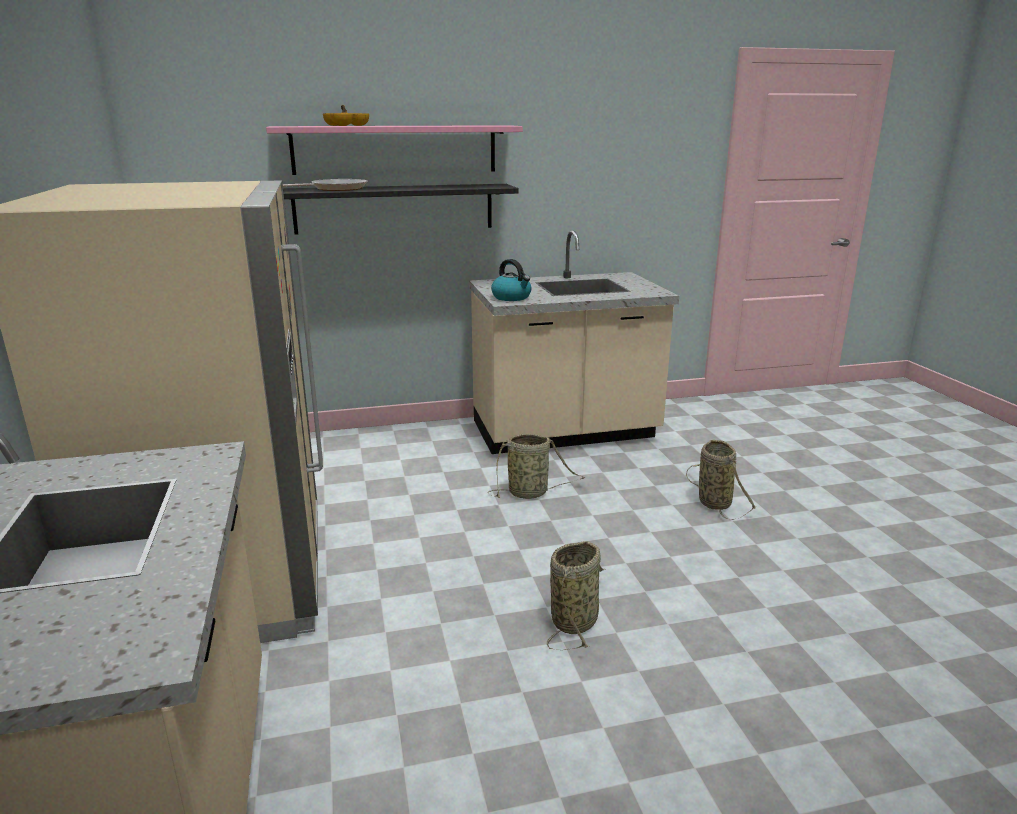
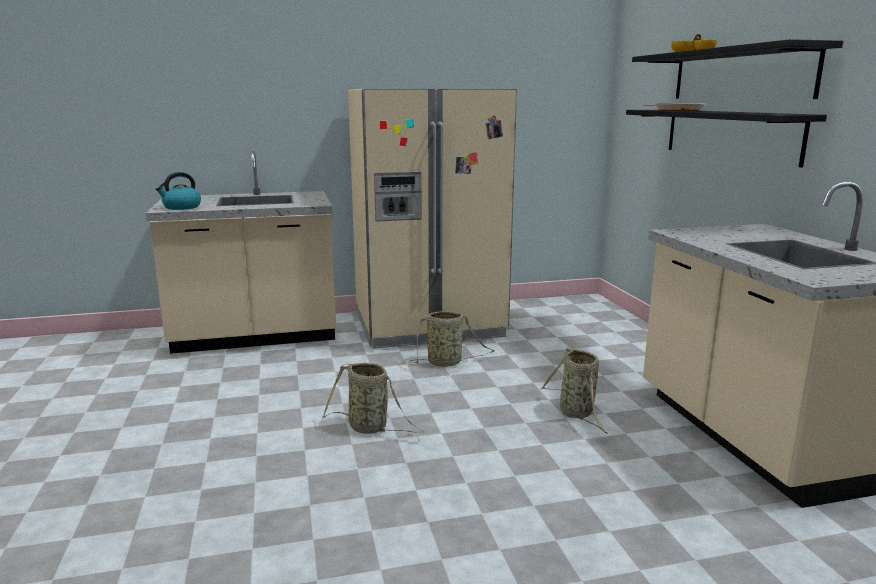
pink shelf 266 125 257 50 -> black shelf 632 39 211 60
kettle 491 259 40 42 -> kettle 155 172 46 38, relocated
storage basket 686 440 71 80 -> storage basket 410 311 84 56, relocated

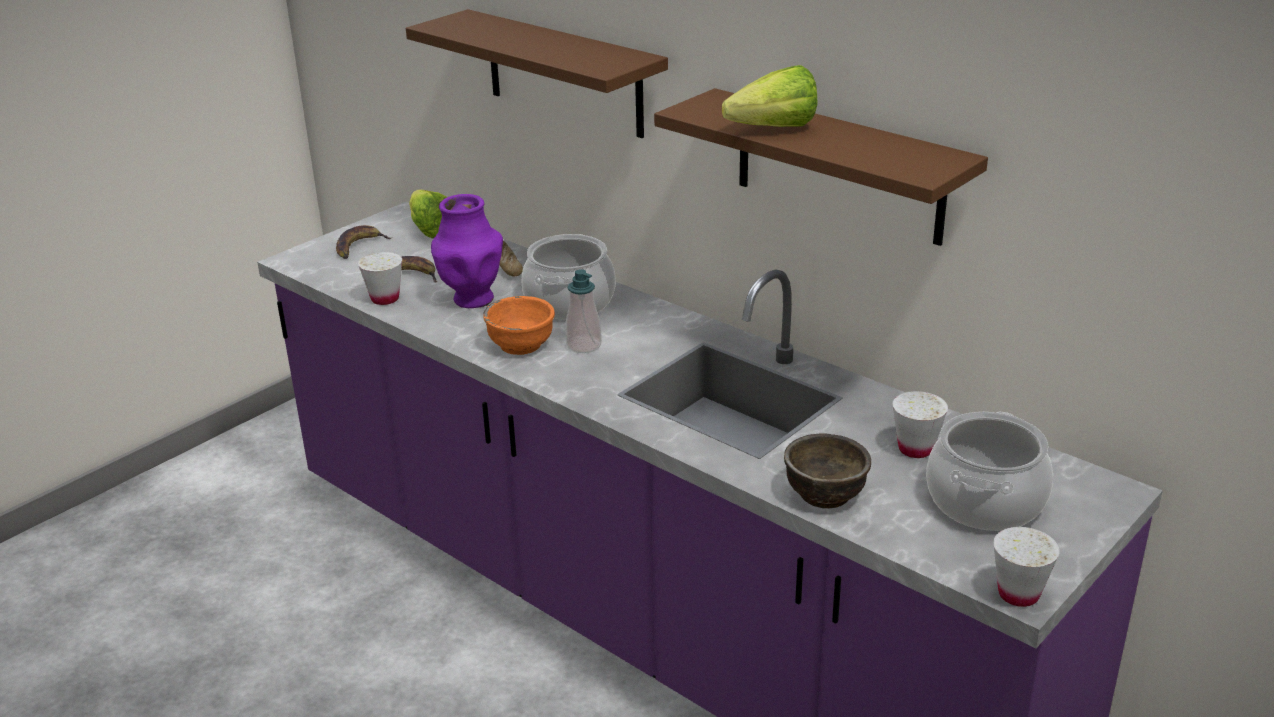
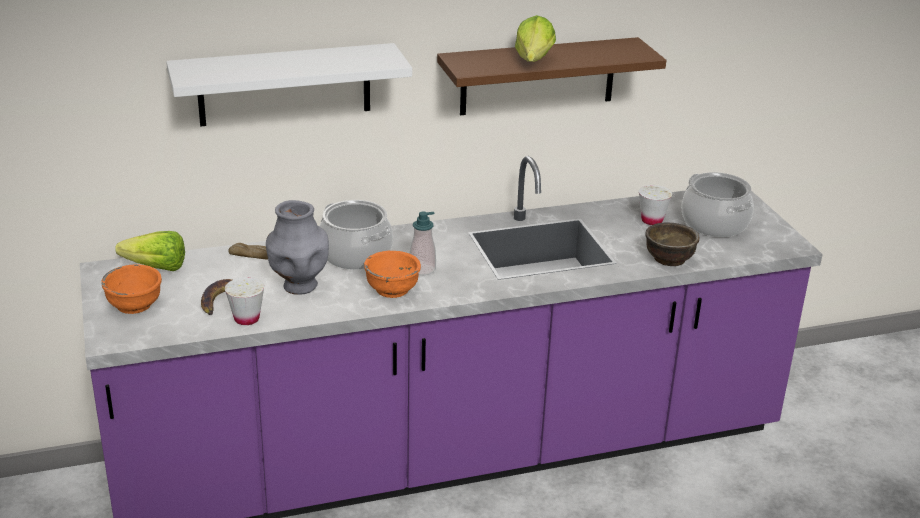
brown-coloured shelf 406 9 262 129 -> white shelf 166 43 246 84
purple flower vase 431 194 72 114 -> gray flower vase 266 200 63 95
whole banana 336 225 55 34 -> orange-coloured bowl 101 264 61 50
white small cup 993 527 67 80 -> none

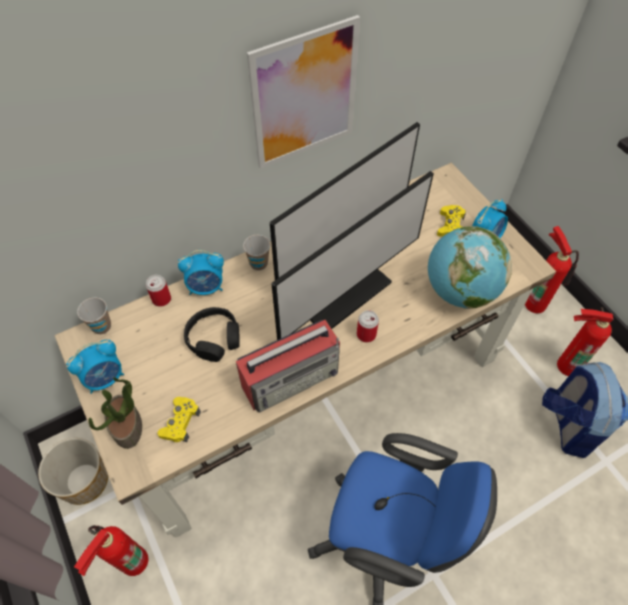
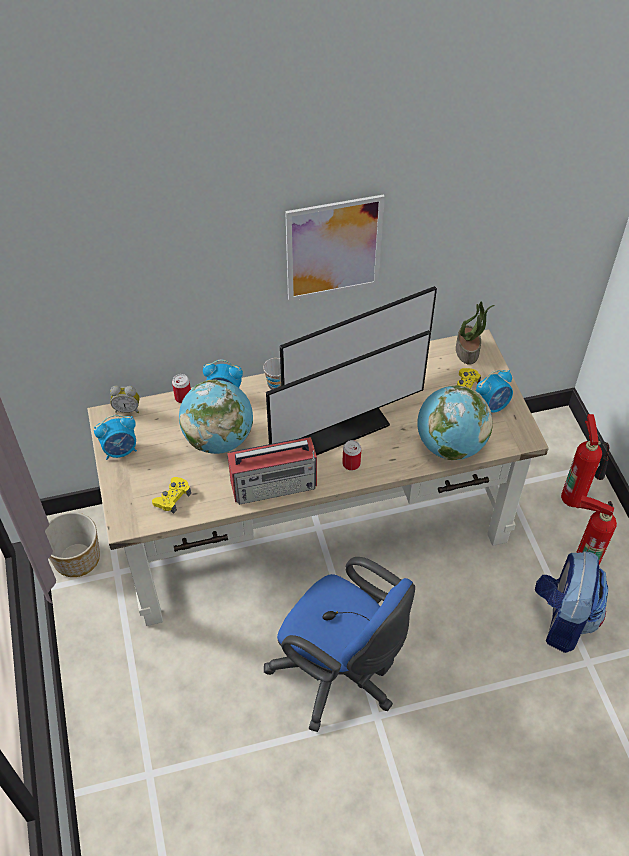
small cup 77 297 34 37 -> alarm clock 110 386 30 27
black headphones 184 307 56 55 -> world globe 179 380 74 74
plant in a pot 89 377 53 72 -> plant in a pot 456 301 38 64, relocated
extinguisher 74 525 74 51 -> none

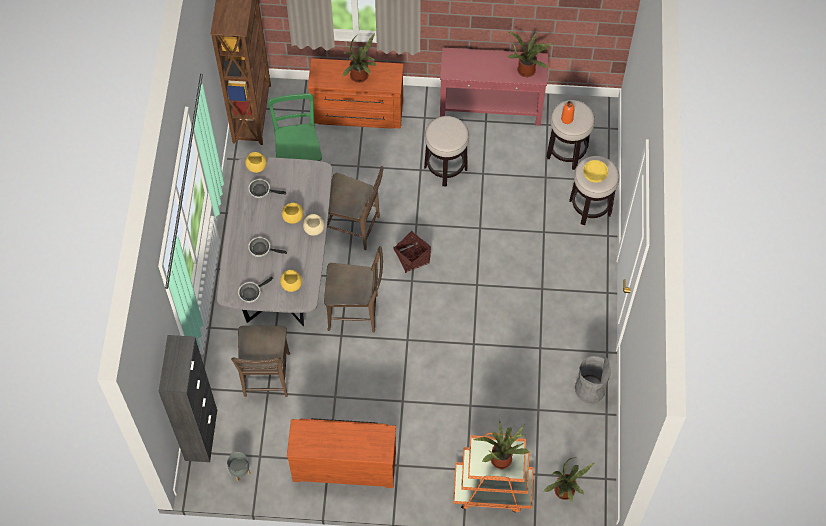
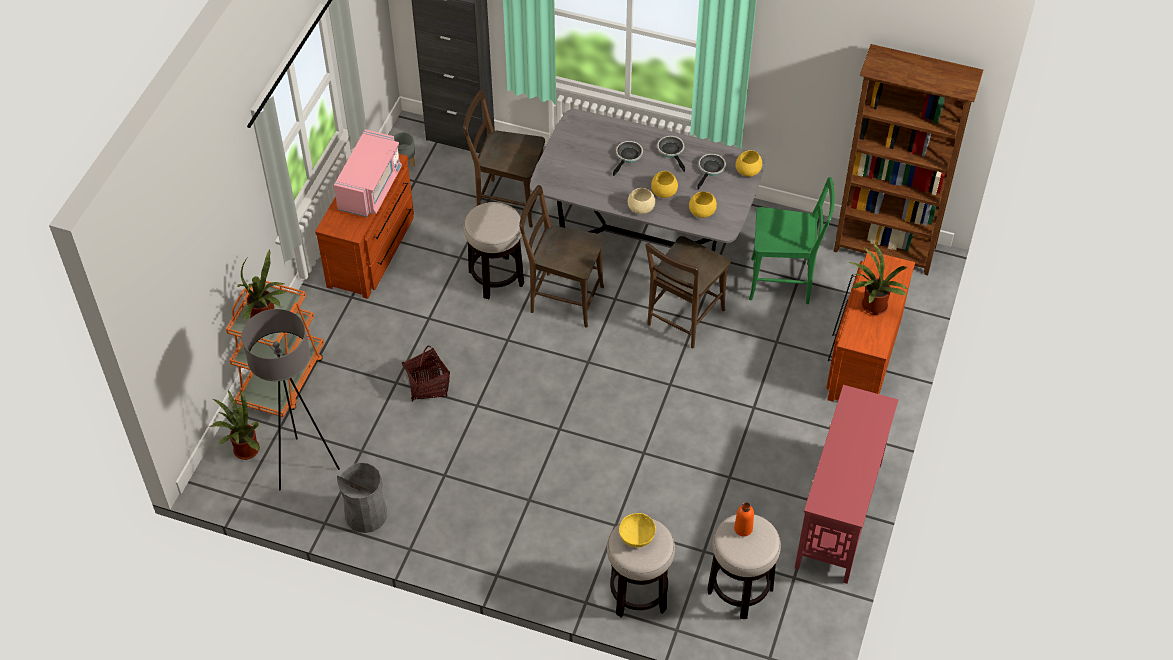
plant in a pot 507 31 46 46 -> none
stool seat 424 116 45 70 -> stool seat 464 202 60 97, relocated
storage basket 393 230 38 43 -> storage basket 402 346 48 56, relocated
brown-coloured upright chair 324 246 59 86 -> brown-coloured upright chair 519 185 86 142, 90 degrees clockwise
yellowish bowl 280 270 22 22 -> yellowish bowl 689 192 28 26, relocated
pan 238 277 35 25 -> pan 657 136 28 36, relocated
none -> pink microwave 334 129 68 88
none -> gray standard lamp 242 309 98 181

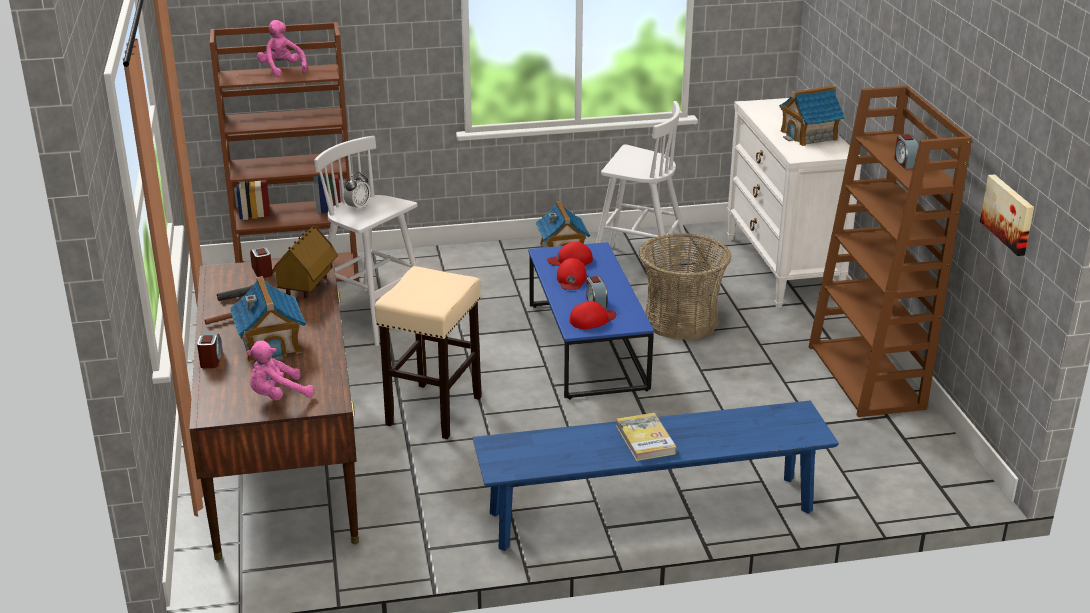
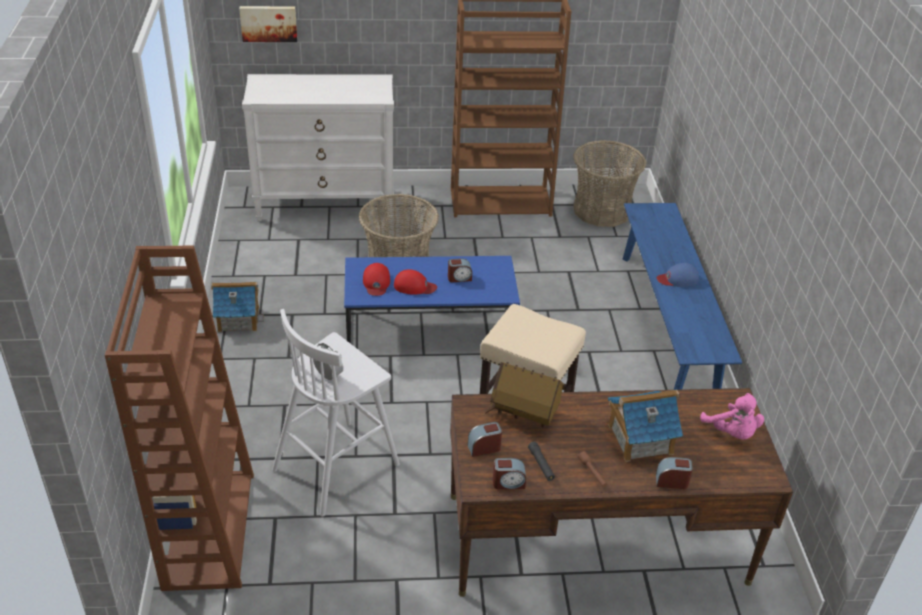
pink cuddly toy 257 20 50 57 -> none
miniature house 779 85 66 61 -> none
white stool seat 596 101 95 183 -> none
alarm clock 894 134 25 35 -> alarm clock 493 458 33 31, relocated
wall art 980 174 54 82 -> wall art 239 6 58 36, relocated
reddish cap 570 301 47 28 -> none
book 616 413 60 48 -> bluish cap 657 263 42 24
none -> storage basket 573 140 73 87

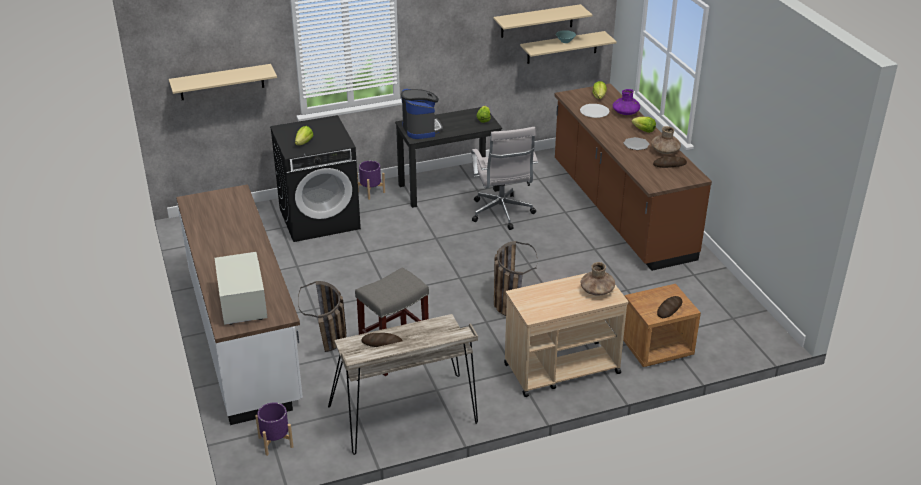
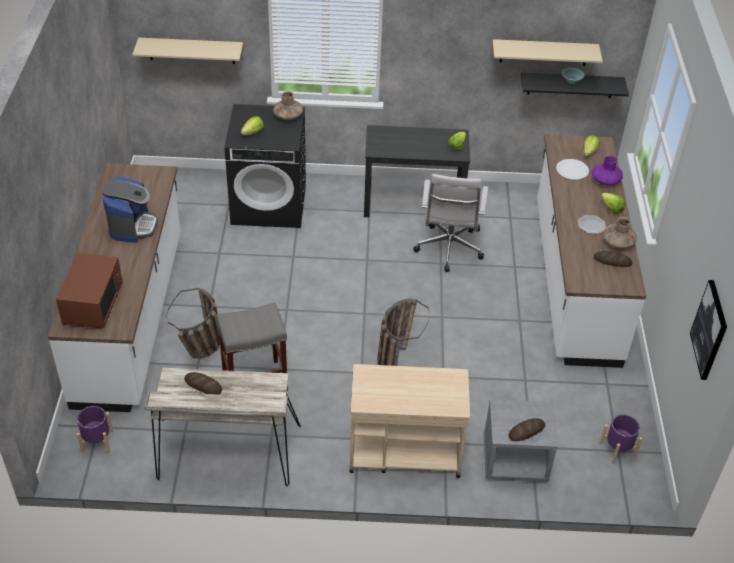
sand-coloured shelf 520 31 97 33 -> black shelf 521 73 108 25
brown-coloured kitchen counter 554 84 158 187 -> white kitchen counter 537 134 109 234
coffee maker 401 89 42 50 -> coffee maker 102 177 56 65, relocated
purple planter 357 161 28 39 -> purple planter 600 414 42 50, relocated
white microwave 215 252 53 73 -> brown-coloured microwave 56 253 67 76
brown-coloured flower vase 581 262 34 33 -> brown-coloured flower vase 273 91 30 29, relocated
brown-coloured night table 623 284 78 83 -> gray night table 484 399 73 83
none -> wall art 690 280 37 100

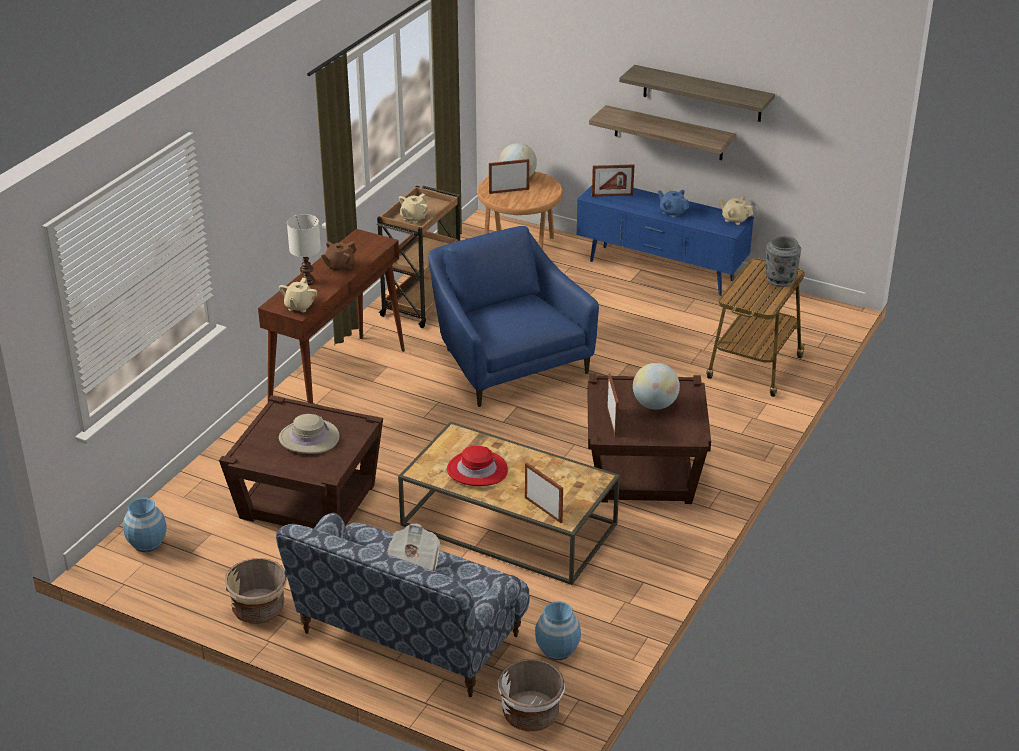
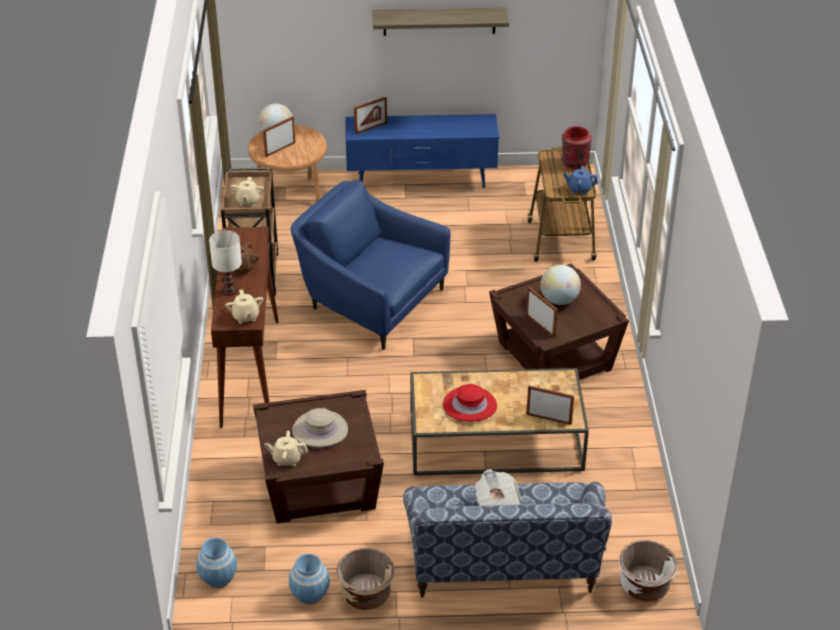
shelf 589 105 147 55 -> none
bluish teapot 658 190 31 28 -> bluish teapot 563 166 35 28, relocated
sand-coloured teapot 719 196 34 29 -> sand-coloured teapot 265 431 43 35, relocated
gray flower vase 765 236 36 51 -> reddish flower vase 562 126 30 44
bluish flower vase 535 602 46 58 -> bluish flower vase 289 554 41 50, relocated

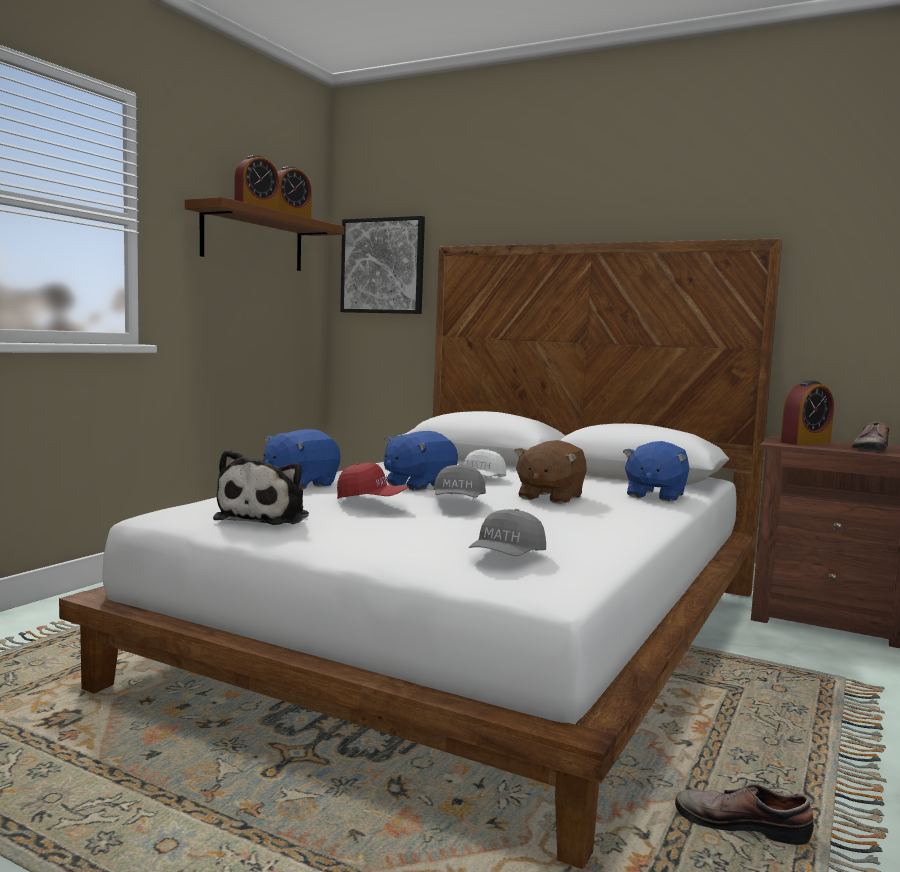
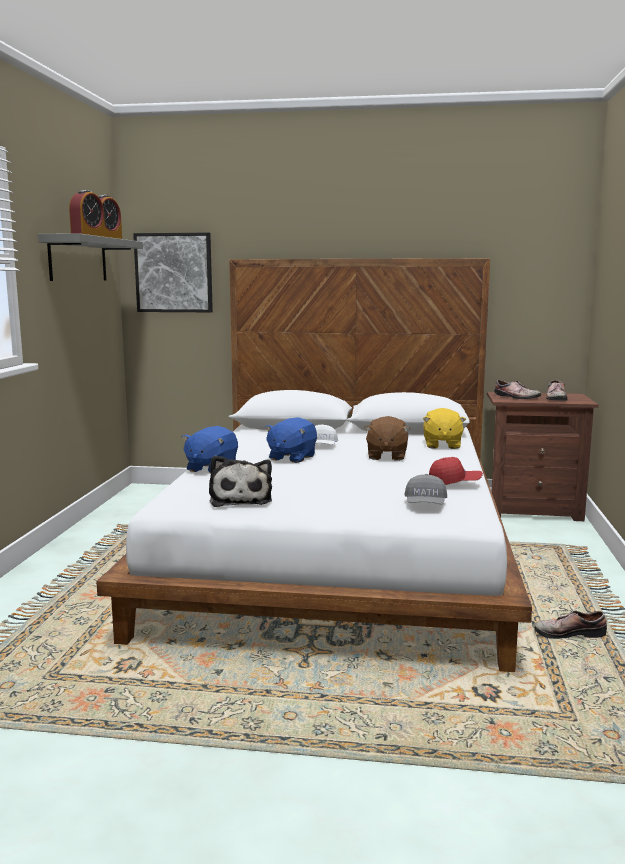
brown-coloured shelf 185 197 159 74 -> gray shelf 38 233 105 48
alarm clock 781 380 53 65 -> item of footwear 494 380 47 19
bluish cuddly toy 623 441 67 61 -> yellowish cuddly toy 423 408 43 41
reddish cap 337 463 72 36 -> reddish cap 429 457 54 28, relocated
gray cap 434 464 52 34 -> none

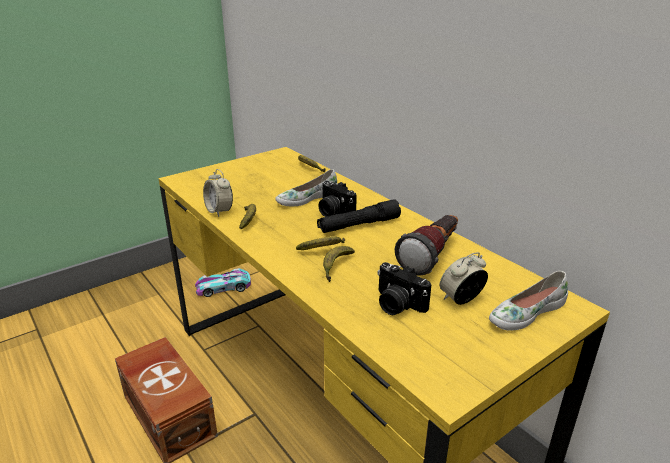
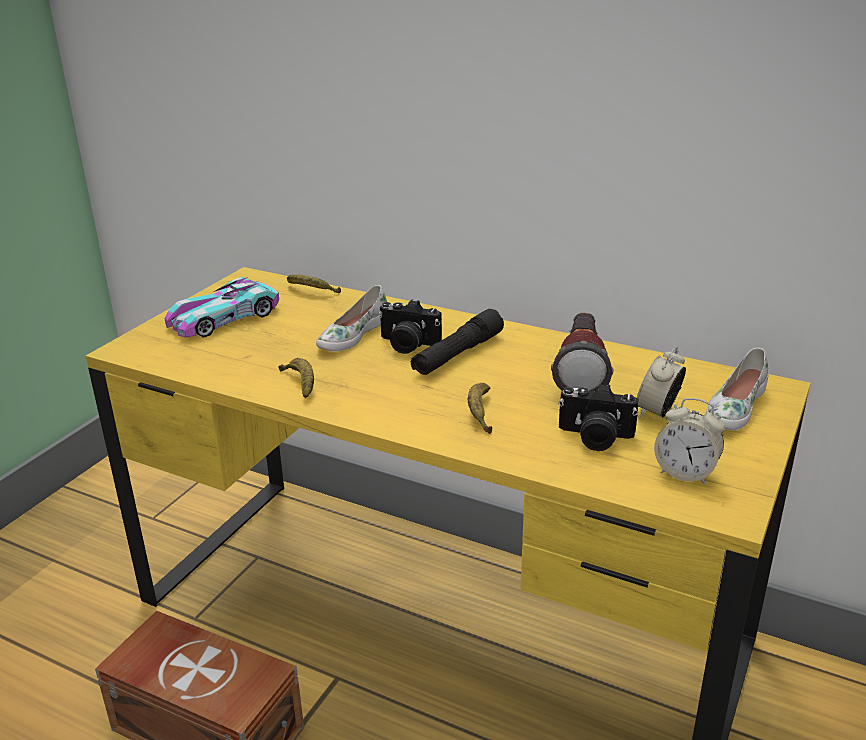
alarm clock 203 169 30 48 -> alarm clock 654 398 71 87, relocated
whole banana 296 236 49 14 -> none
model car 195 268 56 29 -> model car 165 277 114 61, relocated

